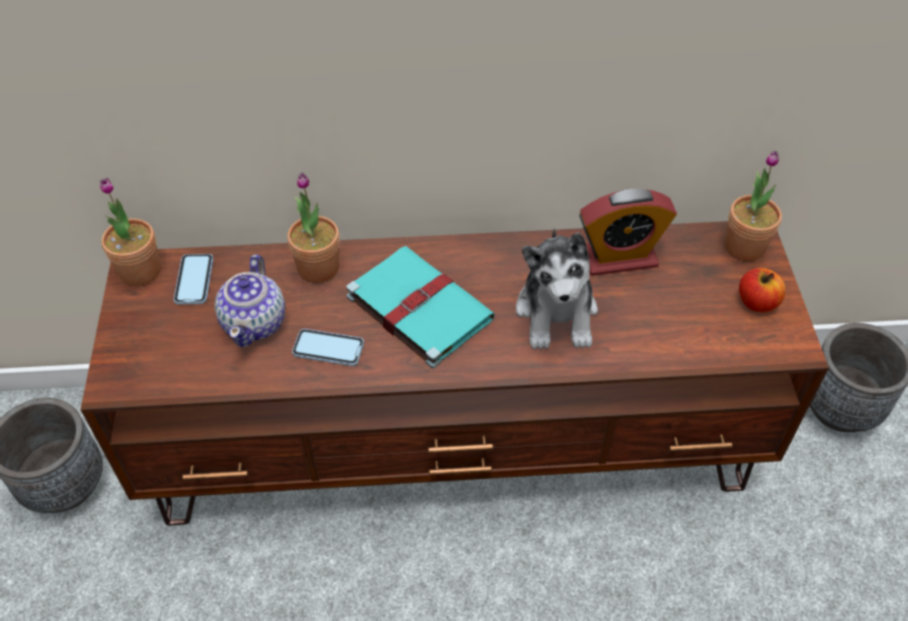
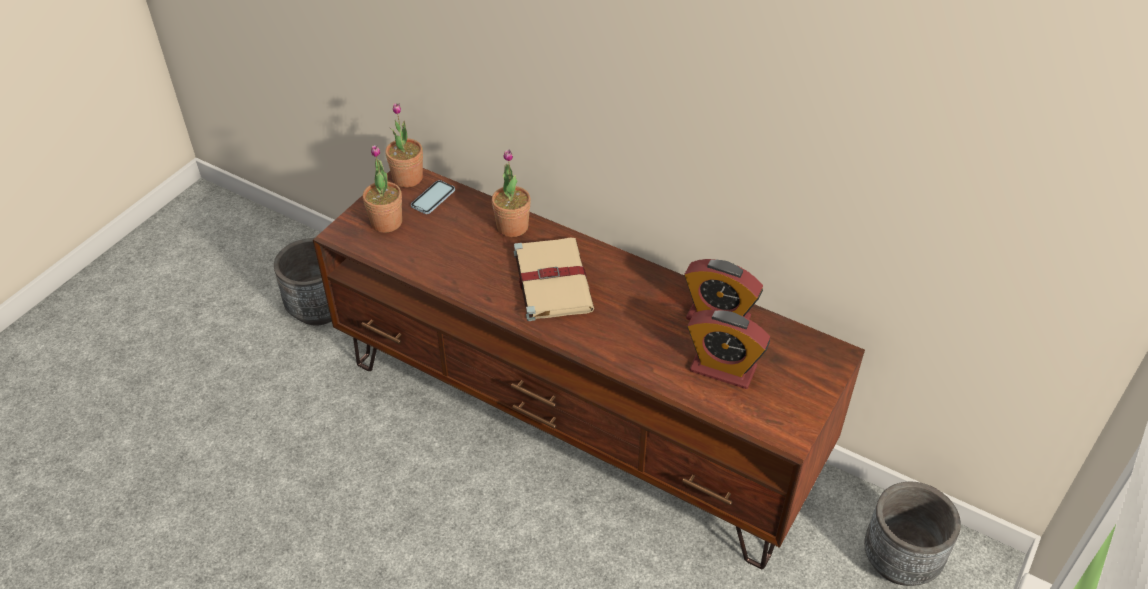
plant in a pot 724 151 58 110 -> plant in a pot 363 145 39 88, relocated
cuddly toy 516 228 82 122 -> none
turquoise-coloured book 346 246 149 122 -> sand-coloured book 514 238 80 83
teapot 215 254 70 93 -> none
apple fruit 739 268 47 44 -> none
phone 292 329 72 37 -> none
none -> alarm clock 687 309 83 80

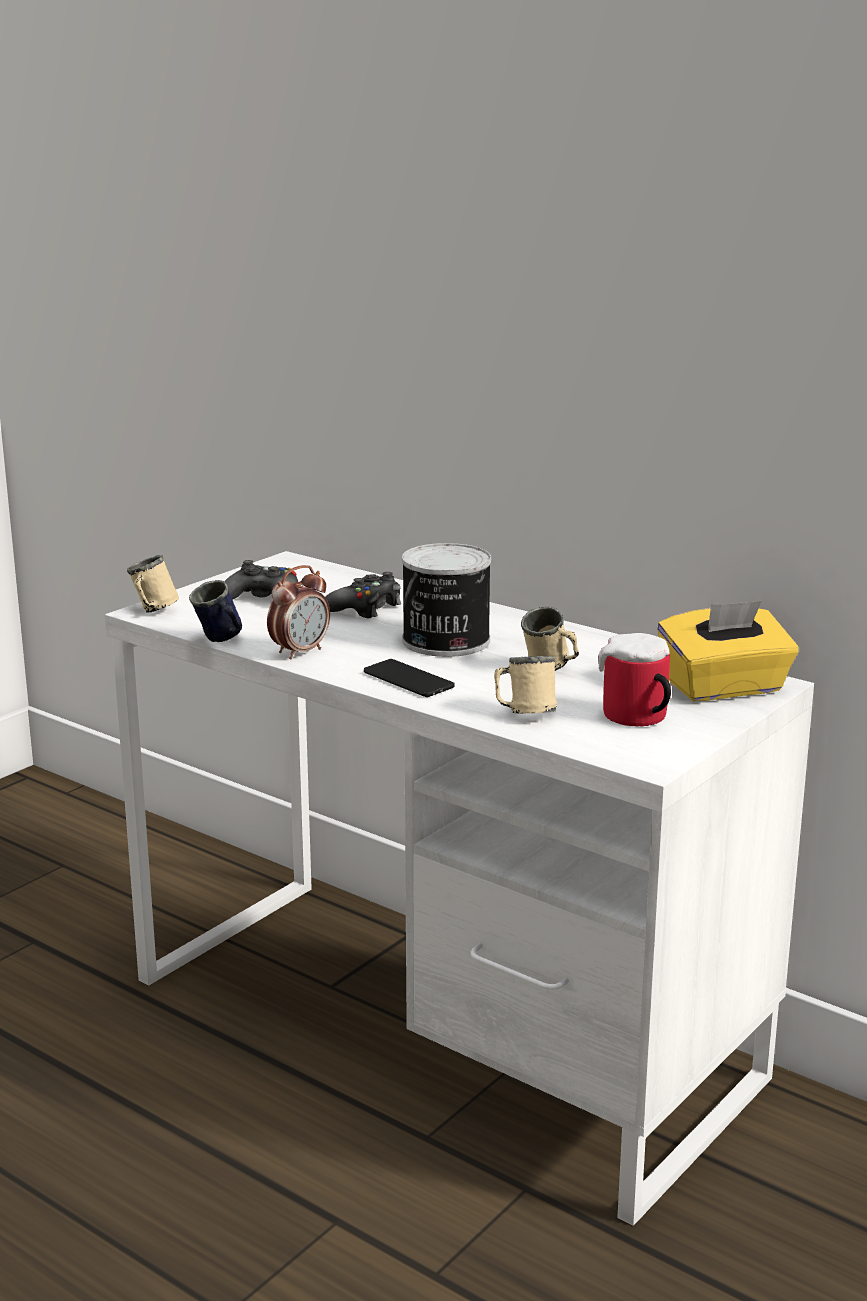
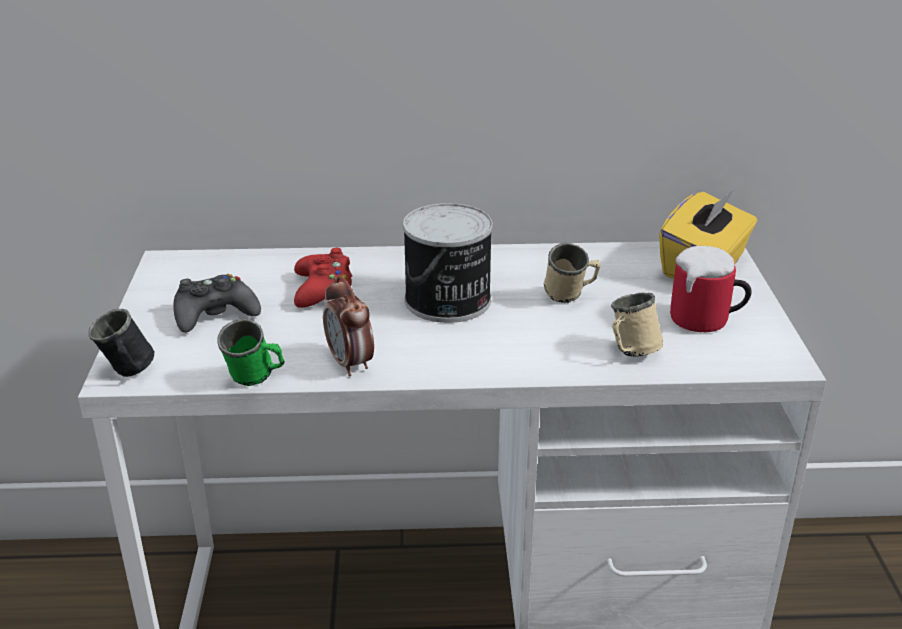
sand-coloured coffee mug 127 555 52 57 -> black coffee mug 89 309 66 68
alarm clock 267 565 63 95 -> alarm clock 323 276 51 101, 150 degrees clockwise
black joypad 325 572 76 47 -> reddish joypad 294 248 58 60
bluish coffee mug 189 580 53 62 -> green coffee mug 217 319 68 67
phone 364 659 91 38 -> none

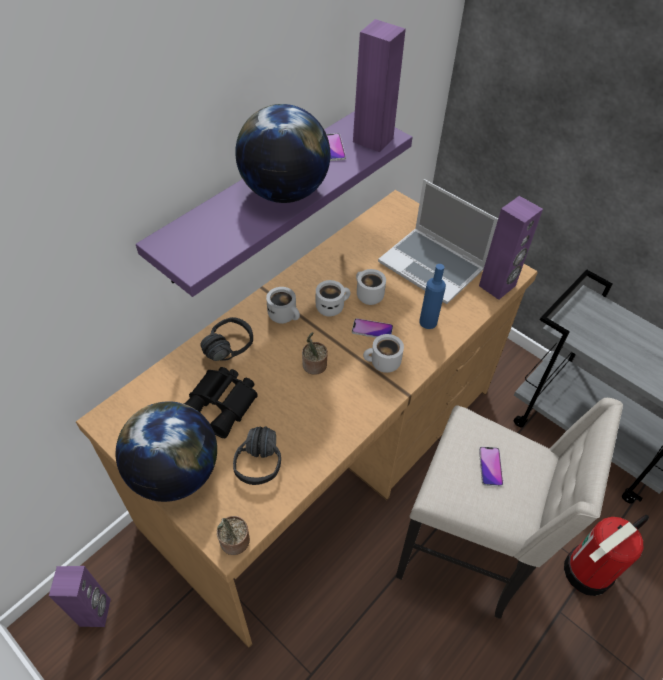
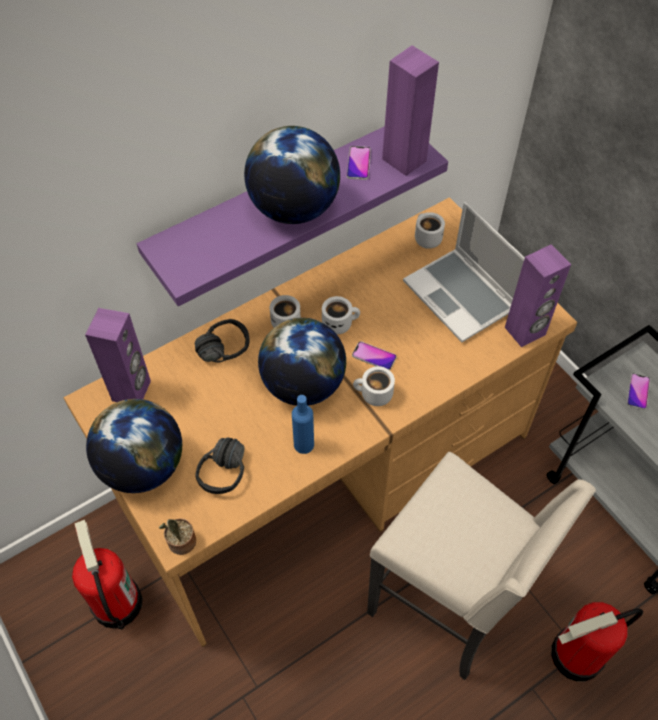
bluish bottle 419 264 27 65 -> bluish bottle 292 395 22 59, relocated
white coffee mug 356 269 30 36 -> white coffee mug 415 212 30 37, relocated
plant in a pot 302 332 26 43 -> world globe 258 318 88 88
black binoculars 184 367 74 71 -> none
phone 479 446 24 41 -> phone 627 373 23 37, relocated
purple loudspeaker 49 566 62 61 -> purple loudspeaker 85 308 66 94, relocated
none -> extinguisher 72 520 71 109

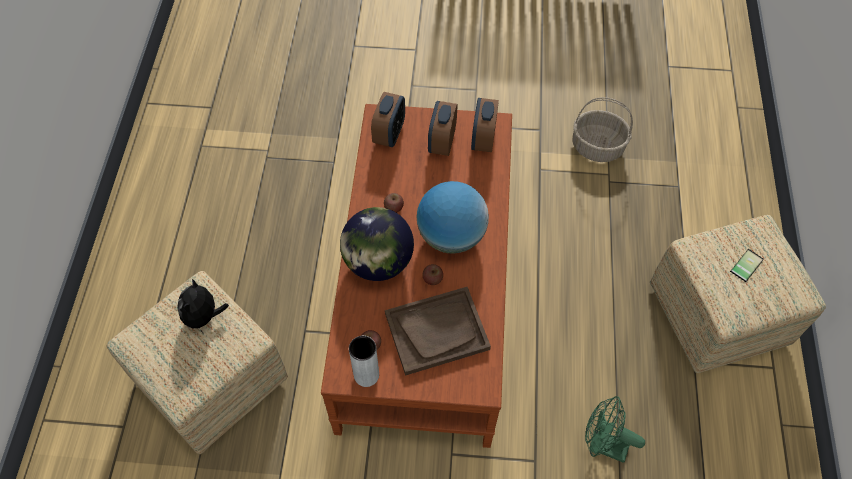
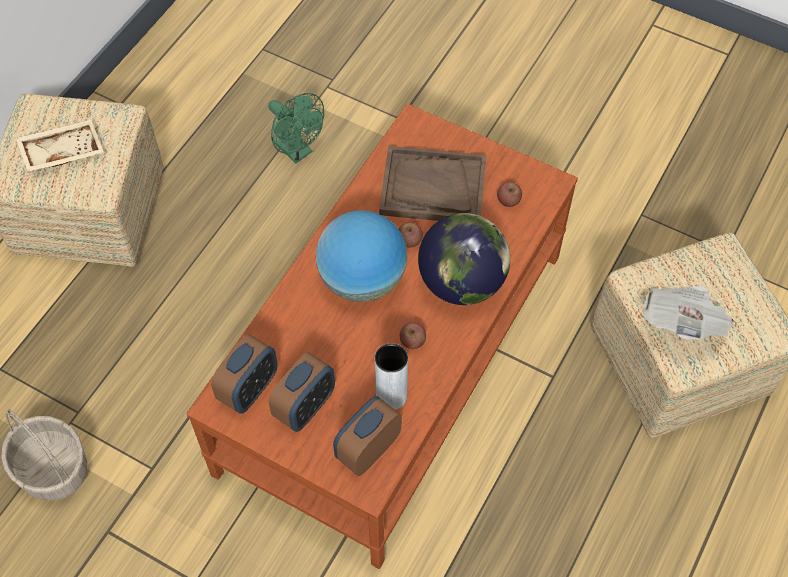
phone 730 249 34 33 -> sand-coloured serving tray 16 120 88 52
cuddly toy 177 279 52 51 -> printed paper 642 286 92 54
gray flower vase 349 336 30 51 -> gray flower vase 375 343 33 67, relocated

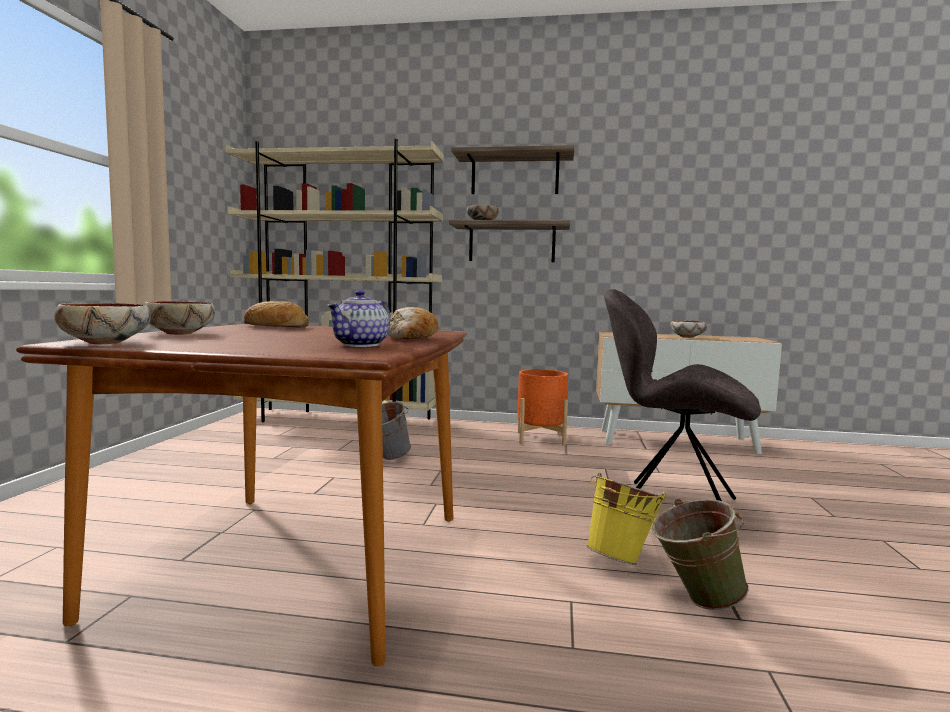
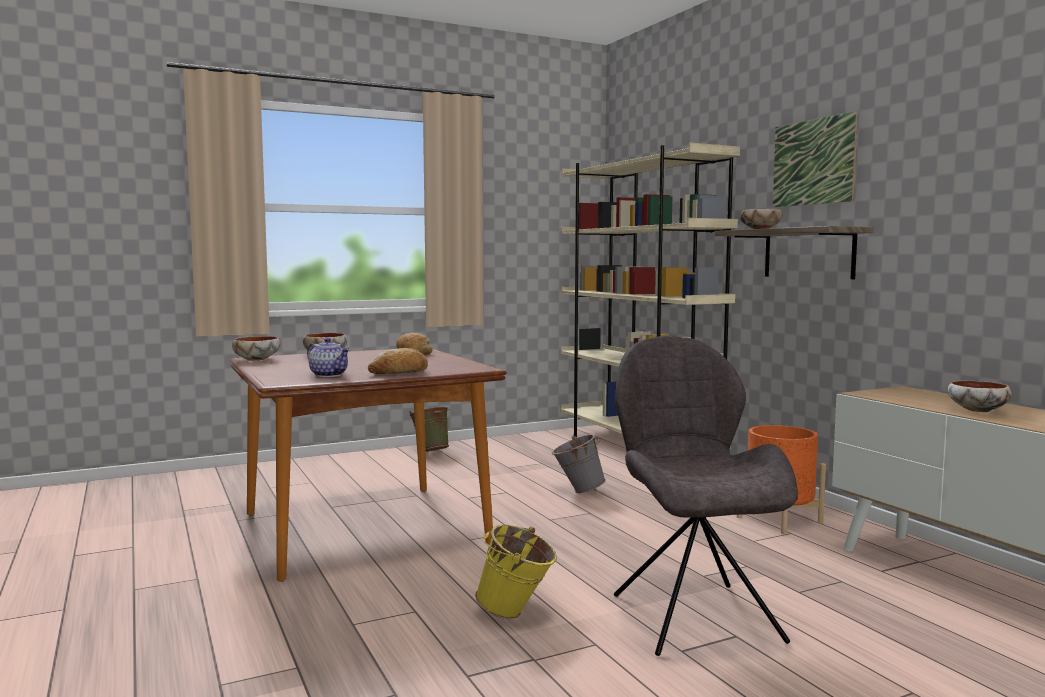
shelf 451 145 124 49 -> wall art 773 111 85 96
teapot 327 290 64 57 -> teapot 307 338 43 39, 135 degrees counterclockwise
green bucket 652 499 97 111 -> green bucket 409 407 41 45, relocated

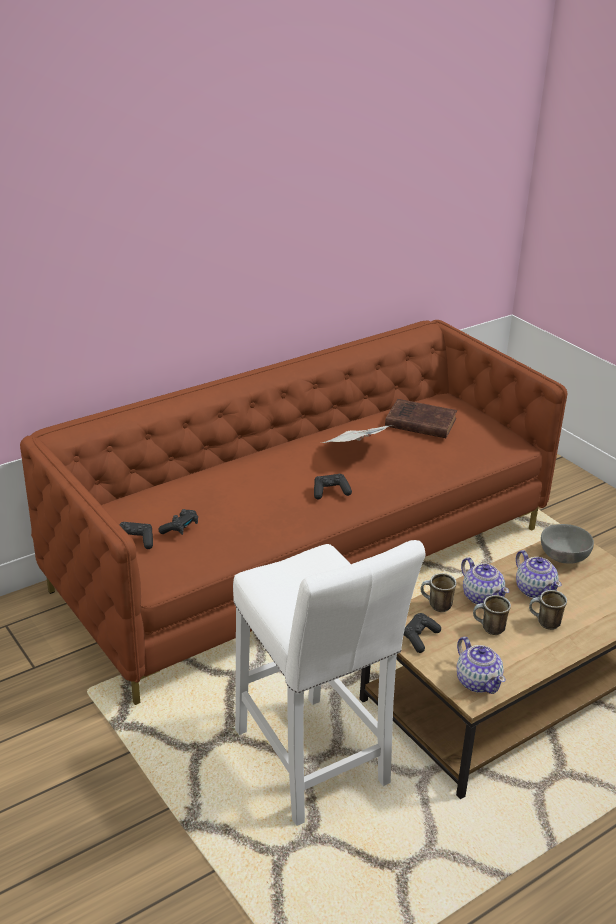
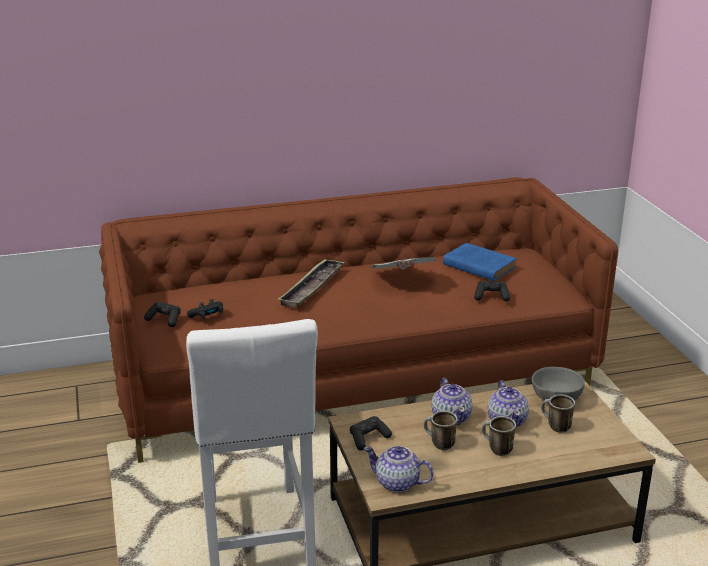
brown-coloured book 385 399 72 39 -> bluish book 443 243 74 38
black joypad 314 474 38 26 -> black joypad 474 281 36 21, relocated
coffee mug 421 573 35 39 -> coffee mug 541 394 34 39, relocated
teapot 457 637 48 57 -> teapot 364 446 70 46, 120 degrees clockwise
none -> serving tray 279 259 66 49

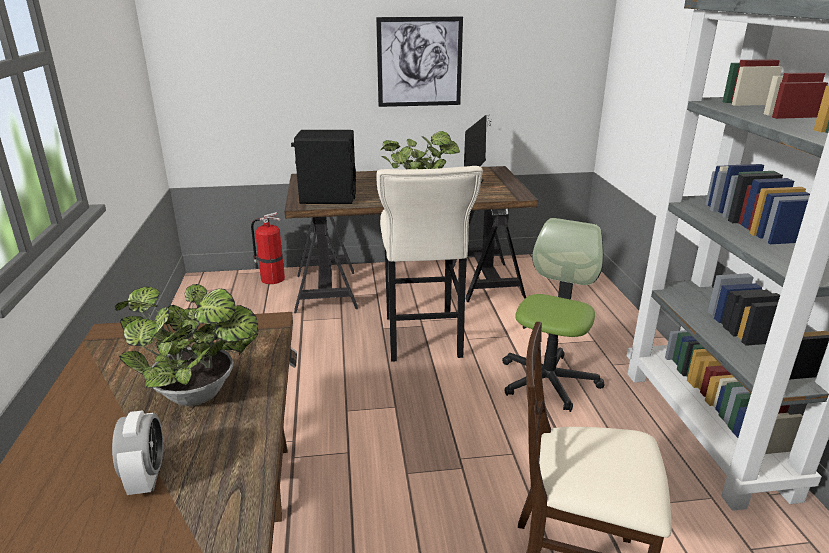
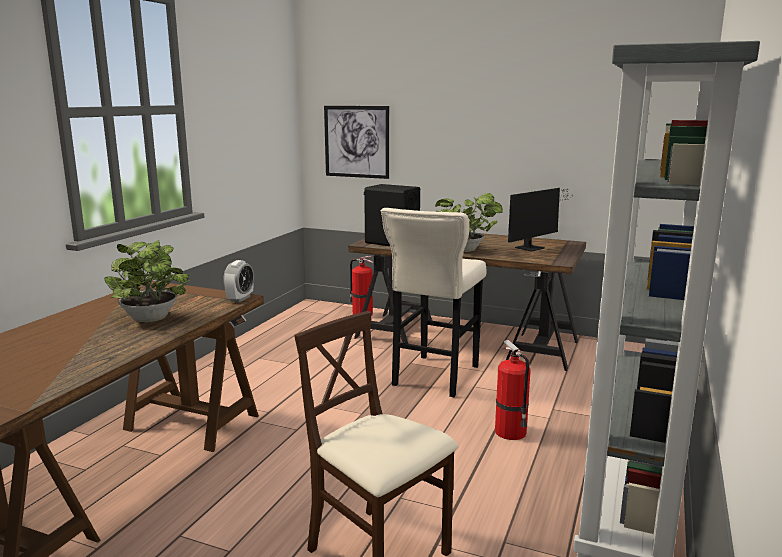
wall art 376 17 87 90 -> wall art 324 106 65 73, relocated
computer chair 502 218 103 194 -> extinguisher 495 340 36 100
alarm clock 112 411 51 84 -> alarm clock 224 260 30 42, relocated

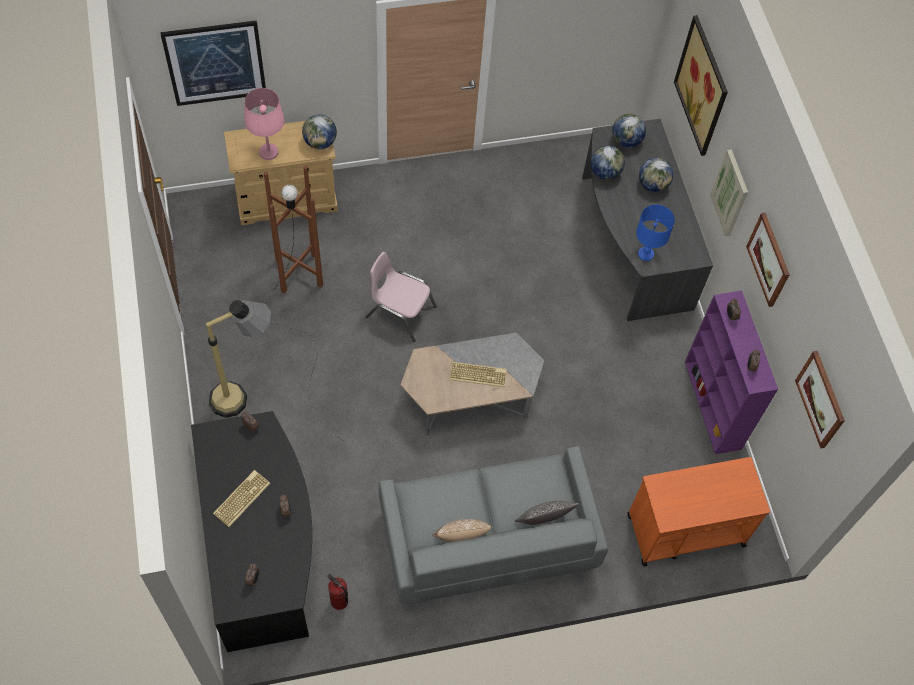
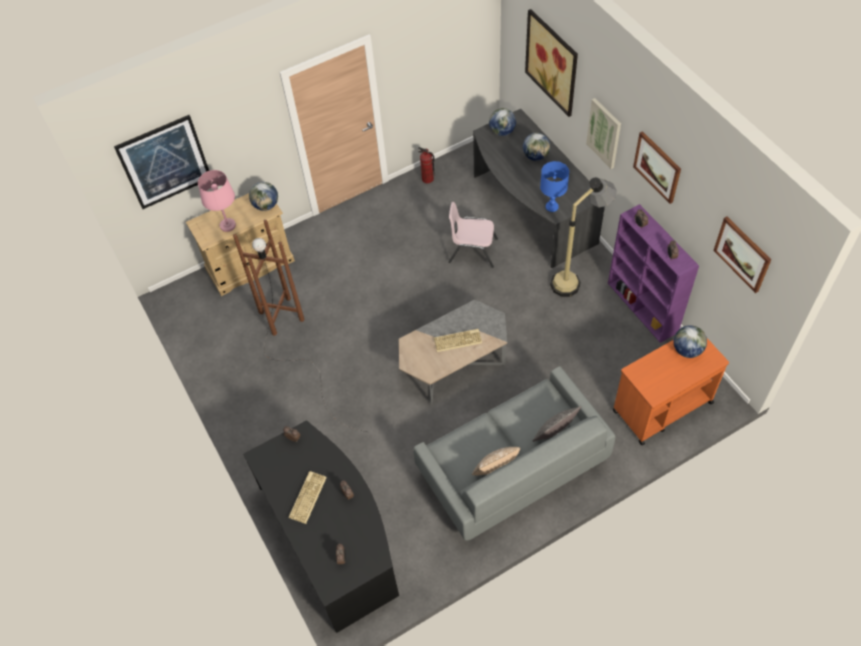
world globe 590 146 35 34 -> world globe 673 325 34 33, relocated
pink upright chair 366 252 71 90 -> pink upright chair 449 202 49 66, relocated
standard lamp 206 300 65 118 -> standard lamp 550 177 67 120, relocated
extinguisher 328 574 20 36 -> extinguisher 418 147 17 36, relocated

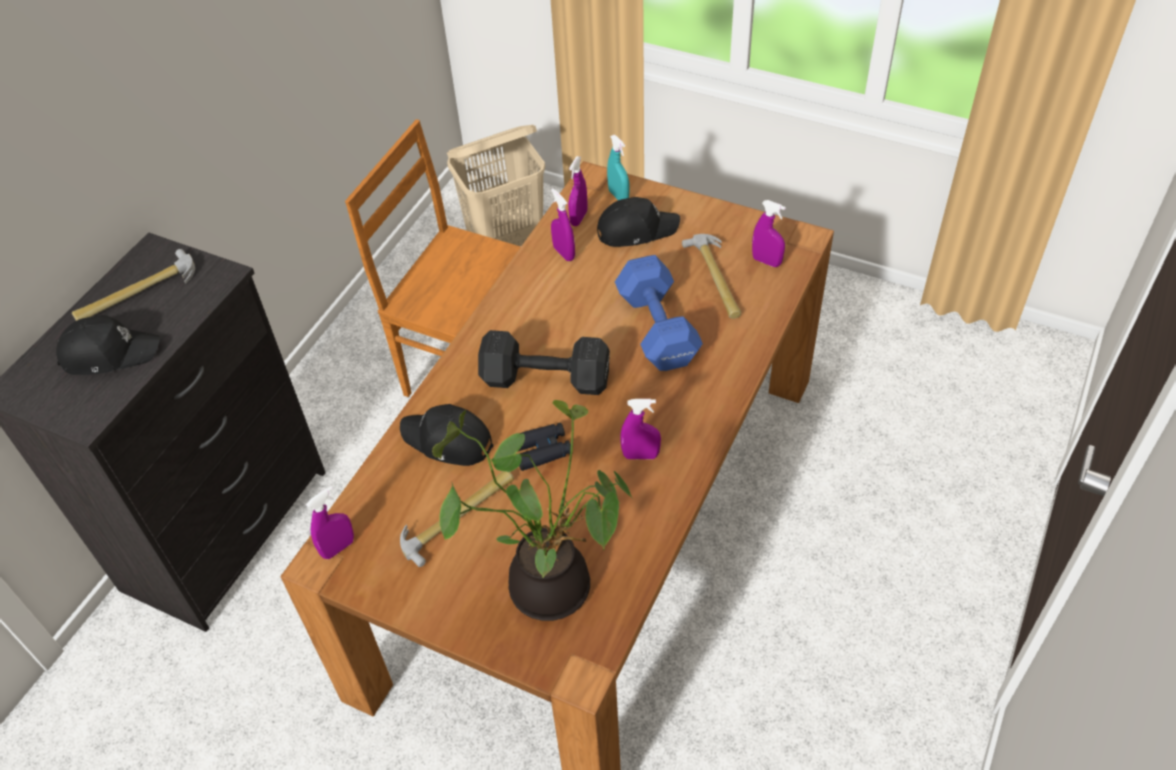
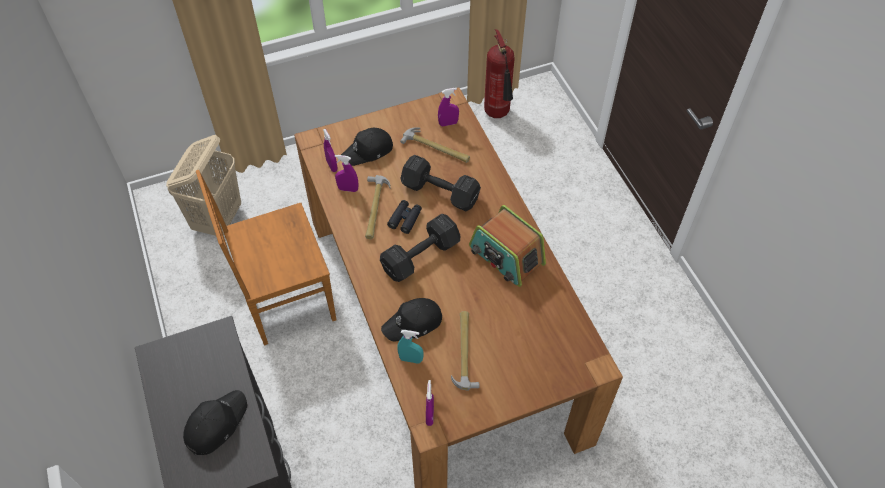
turquoise-coloured hand sprayer 607 135 22 65 -> turquoise-coloured hand sprayer 397 330 26 34, relocated
black cap 597 197 83 50 -> black cap 341 128 52 38, 150 degrees counterclockwise
hammer 72 249 123 72 -> hammer 365 175 26 64, relocated
bluish free weight 615 255 88 116 -> black free weight 400 155 81 56
purple hand sprayer 620 399 41 60 -> radio receiver 469 205 77 82
plant in a pot 432 400 200 221 -> none
black binoculars 517 423 56 48 -> black binoculars 387 200 35 34, relocated
none -> extinguisher 484 29 31 89

